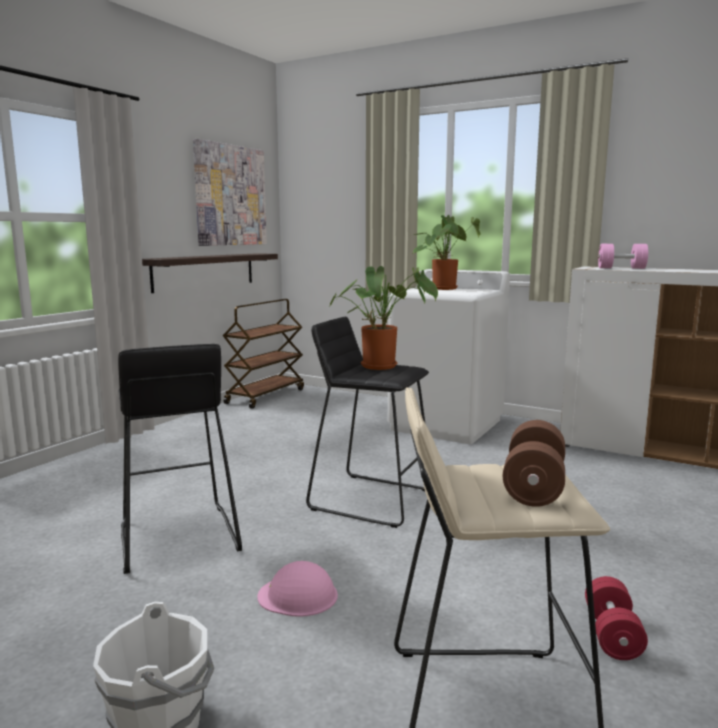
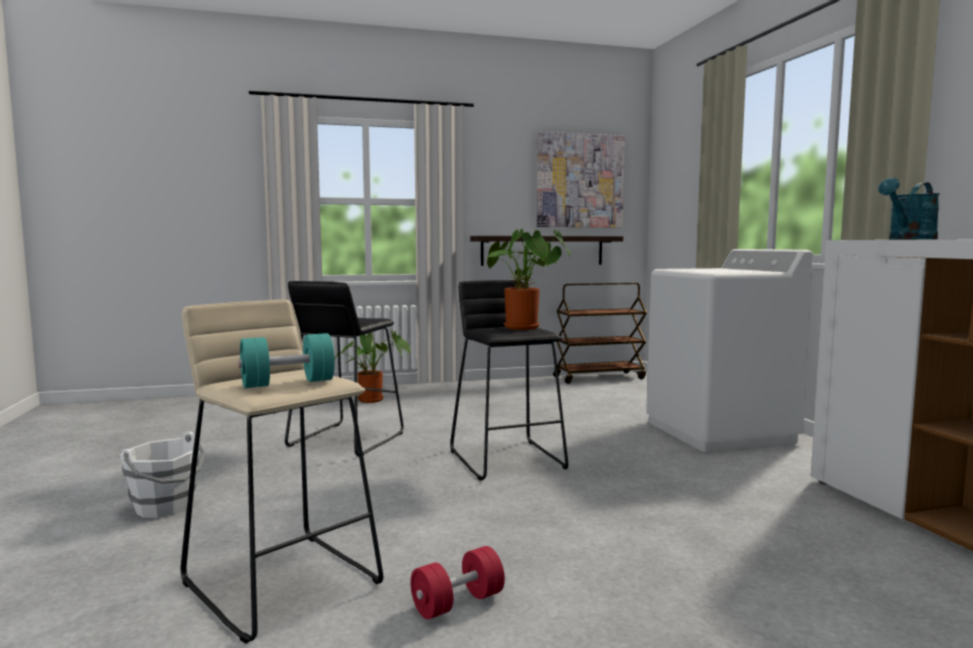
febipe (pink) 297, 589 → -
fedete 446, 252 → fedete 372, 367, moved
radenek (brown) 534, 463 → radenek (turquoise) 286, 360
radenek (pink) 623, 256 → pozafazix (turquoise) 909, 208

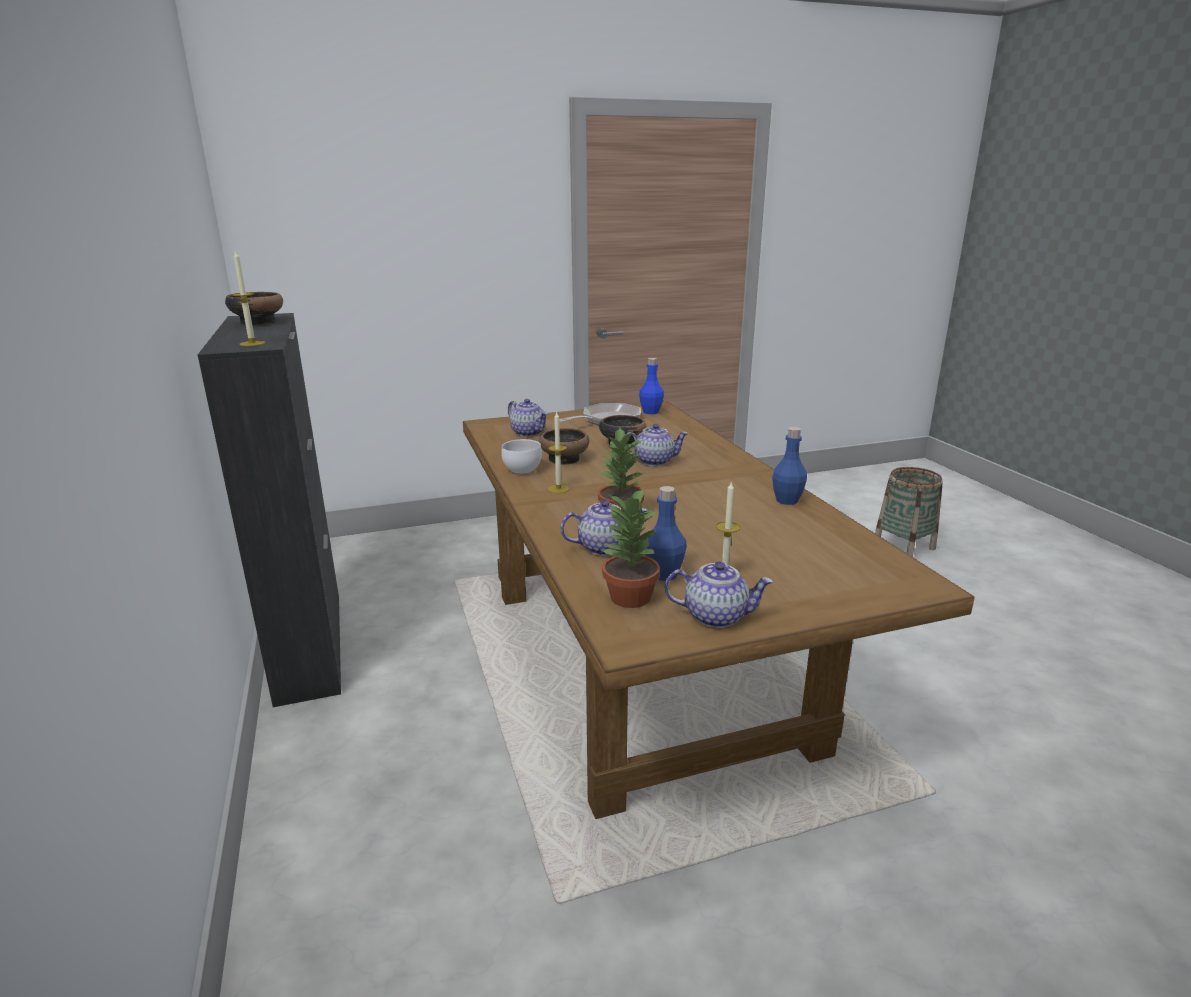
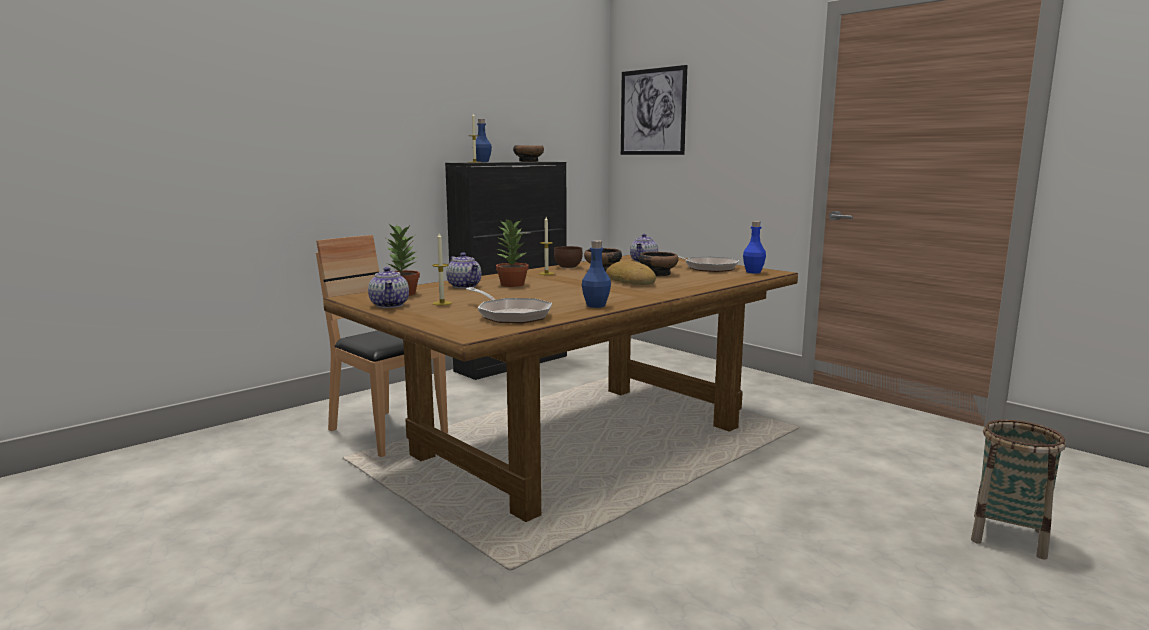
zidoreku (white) 521, 457 → zidoreku (brown) 568, 257
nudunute 657, 445 → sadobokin 631, 273
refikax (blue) 666, 533 → refikax (blue) 484, 140, moved
- → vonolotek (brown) 382, 346
- → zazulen 509, 305
- → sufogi 654, 110

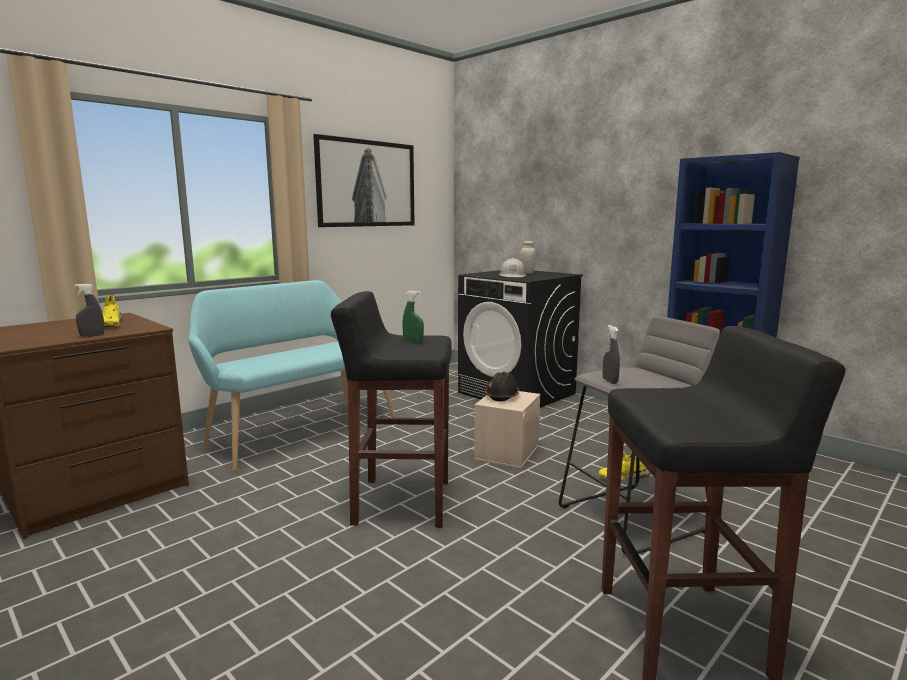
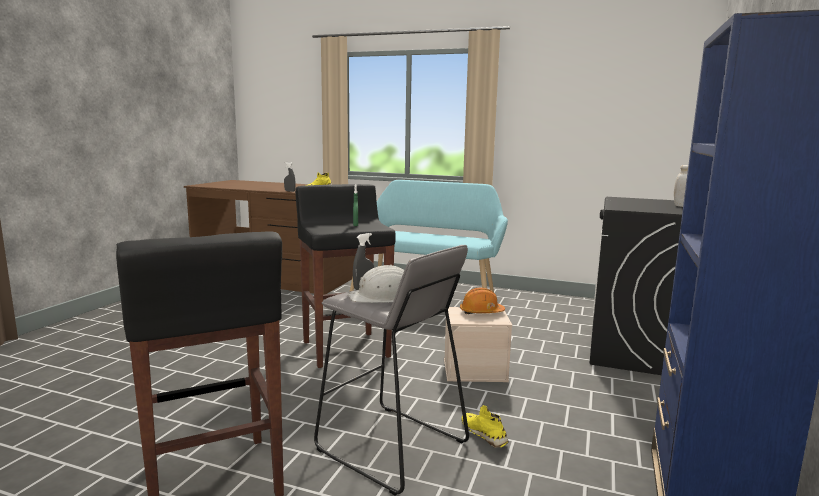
sufogi 364, 180 → -
febipe (black) 502, 386 → febipe (orange) 482, 301
febipe (white) 512, 267 → febipe (white) 376, 284, moved

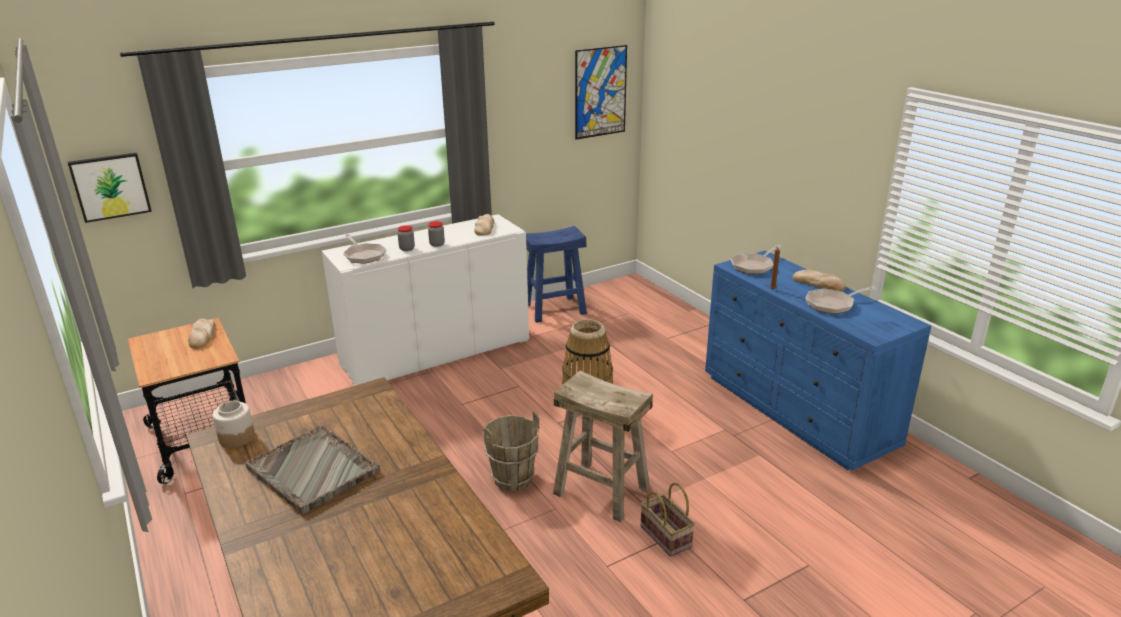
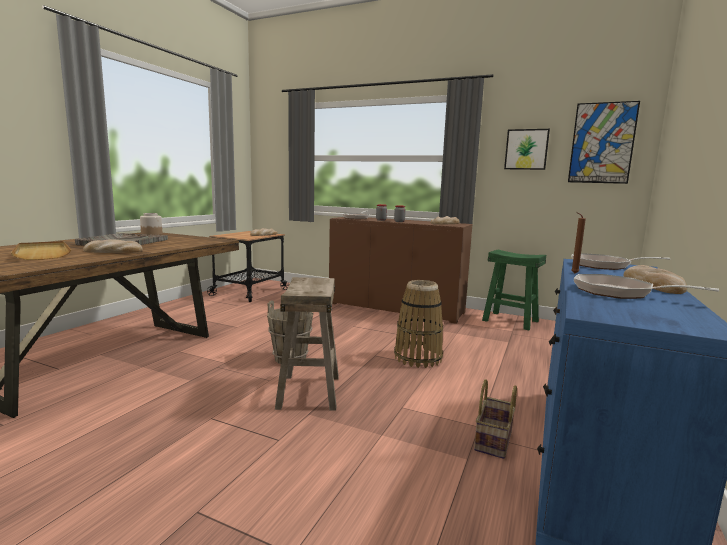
sufogi 110, 187 → sufogi 527, 149, moved
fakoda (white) 425, 300 → fakoda (brown) 401, 270
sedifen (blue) 556, 274 → sedifen (green) 514, 290
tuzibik 668, 520 → tuzibik 495, 419, moved
- → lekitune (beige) 41, 250
- → sadobokin 113, 246

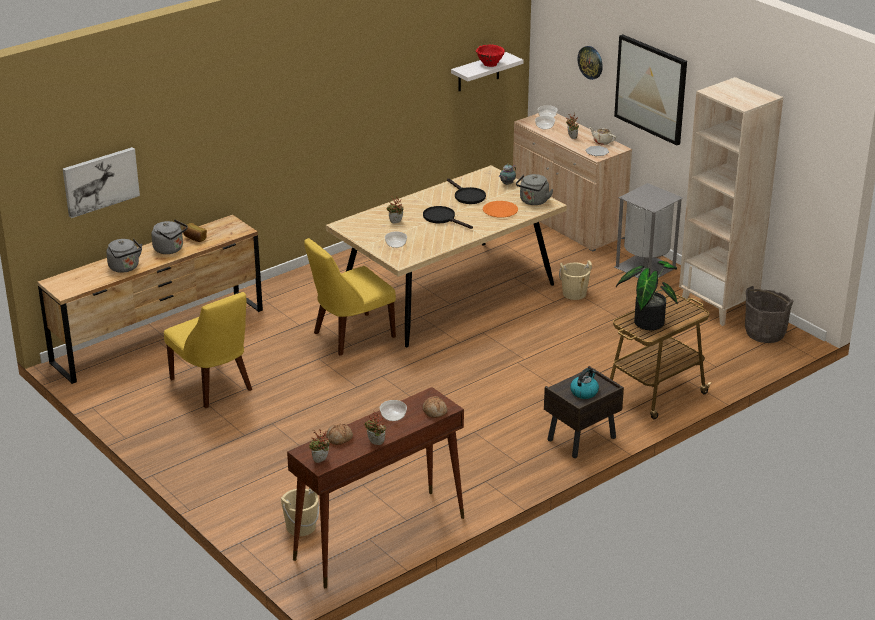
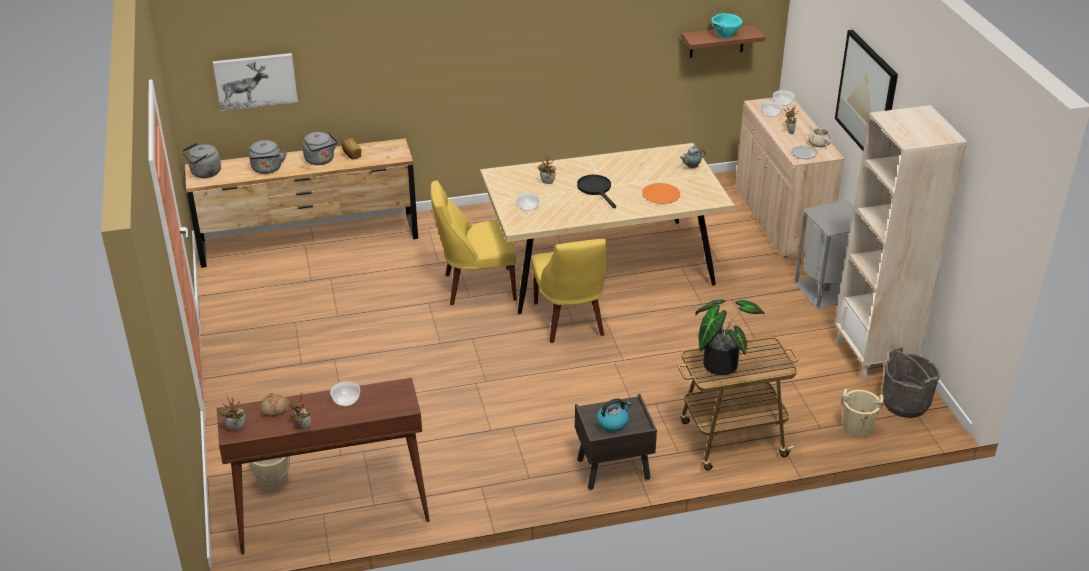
vonolotek (yellow) 208, 350 → vonolotek (yellow) 568, 291, moved
sadobokin 435, 407 → -
zazulen (black) 466, 191 → -
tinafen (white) 487, 71 → tinafen (brown) 723, 41
zidoreku (red) 490, 56 → zidoreku (turquoise) 727, 25
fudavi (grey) 535, 189 → fudavi (grey) 201, 160, moved
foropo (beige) 575, 280 → foropo (beige) 862, 412, moved
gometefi 590, 63 → -

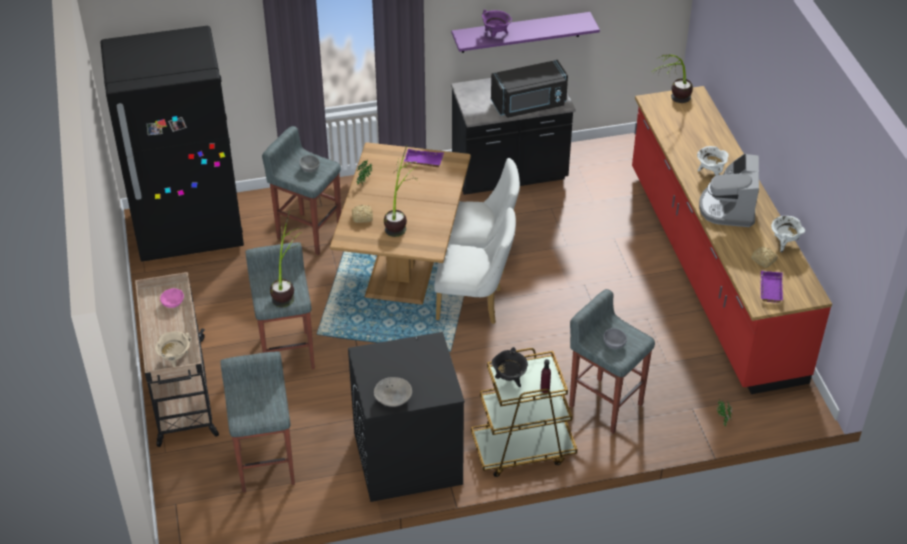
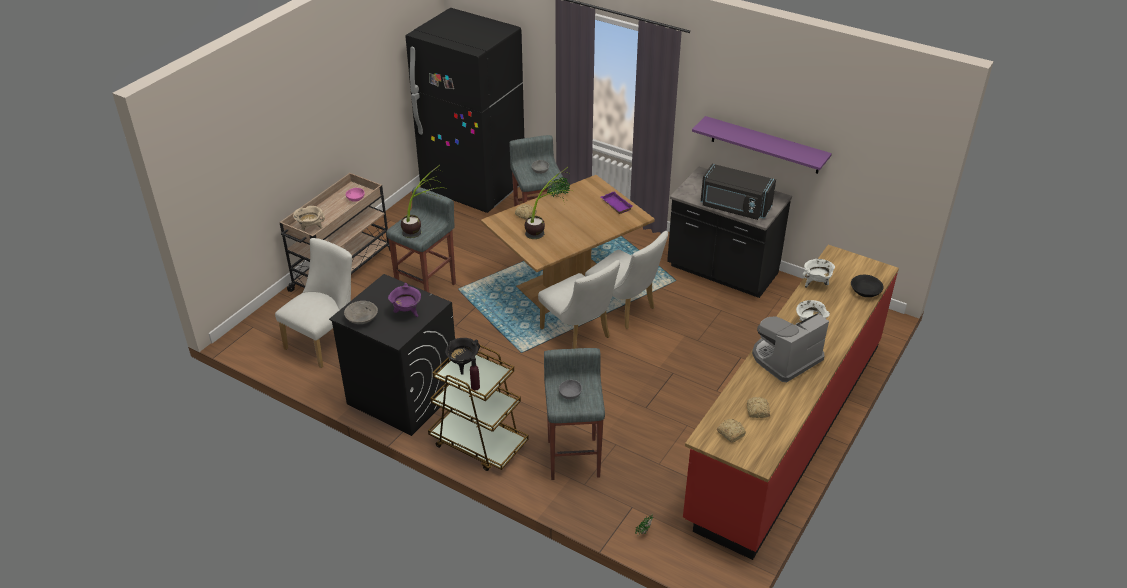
sedifen (grey) 257, 422 → vonolotek (white) 313, 303
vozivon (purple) 497, 23 → vozivon (purple) 404, 300, moved
fedete 673, 78 → -
lekitune (purple) 772, 287 → sadobokin 731, 430
vozivon (white) 788, 234 → vozivon (white) 818, 273, moved
- → zidoreku (black) 867, 286

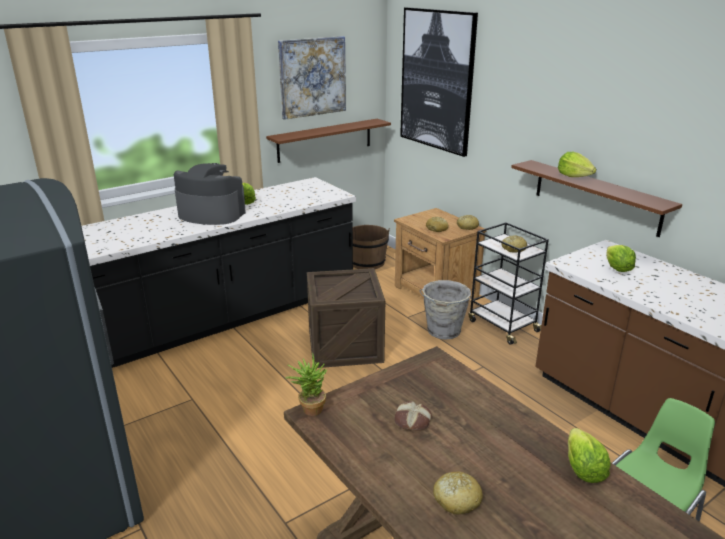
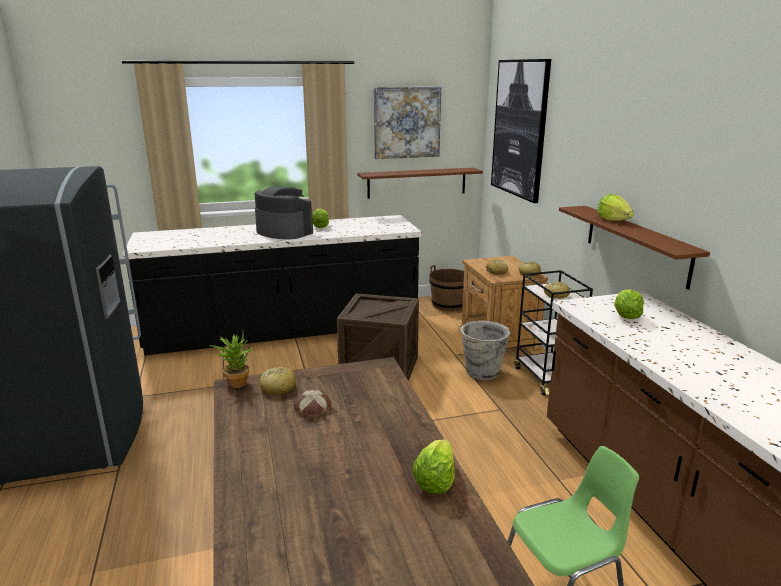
sadobokin 458, 493 → sadobokin 278, 381, moved

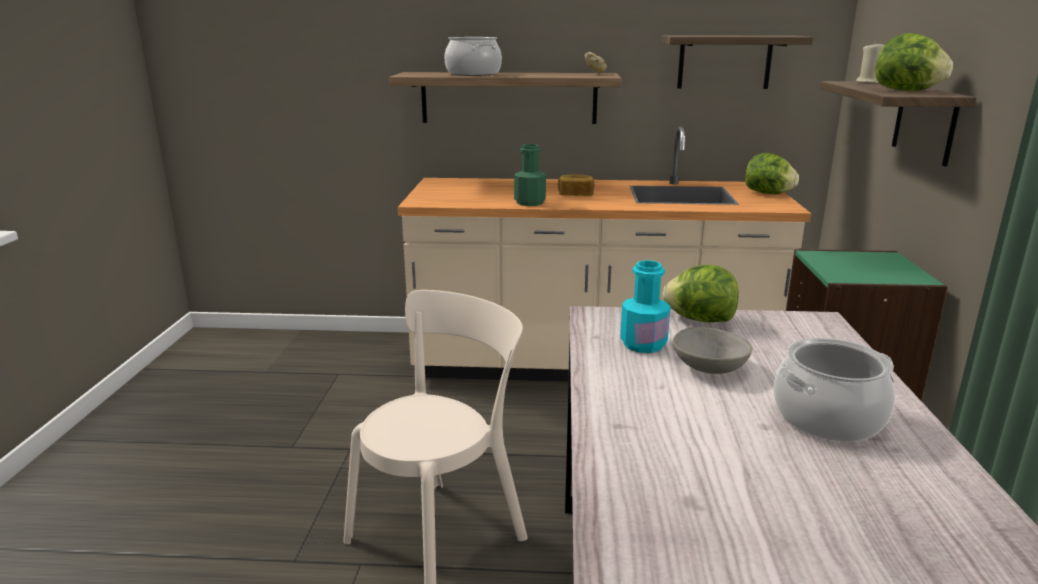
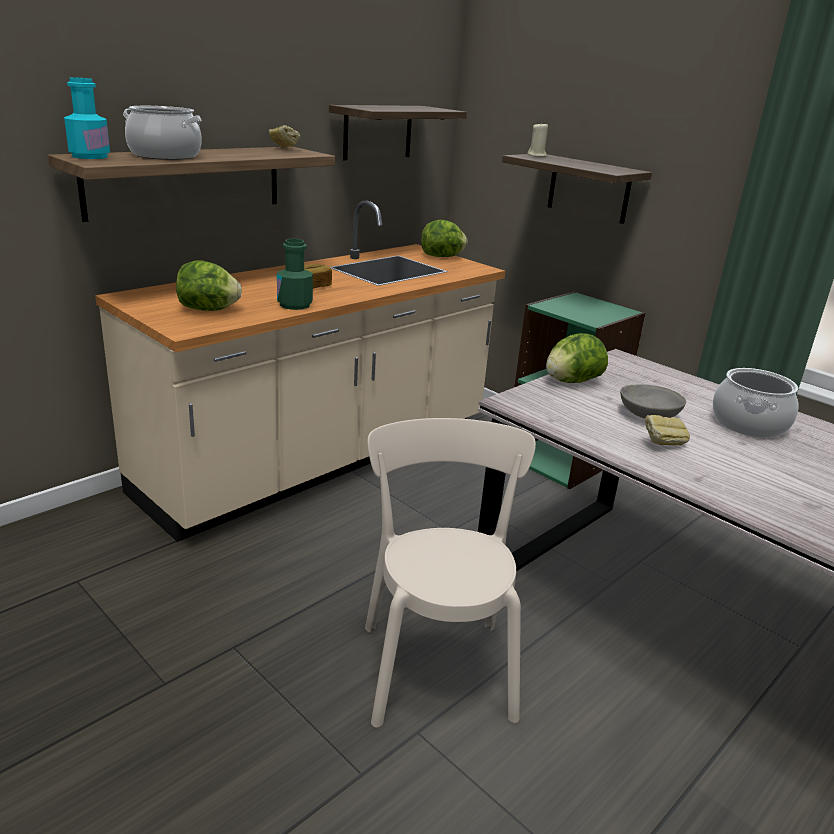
refikax (turquoise) 645, 306 → refikax (turquoise) 87, 118, moved
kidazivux 914, 62 → kidazivux 209, 286, moved
- → sadobokin 667, 430

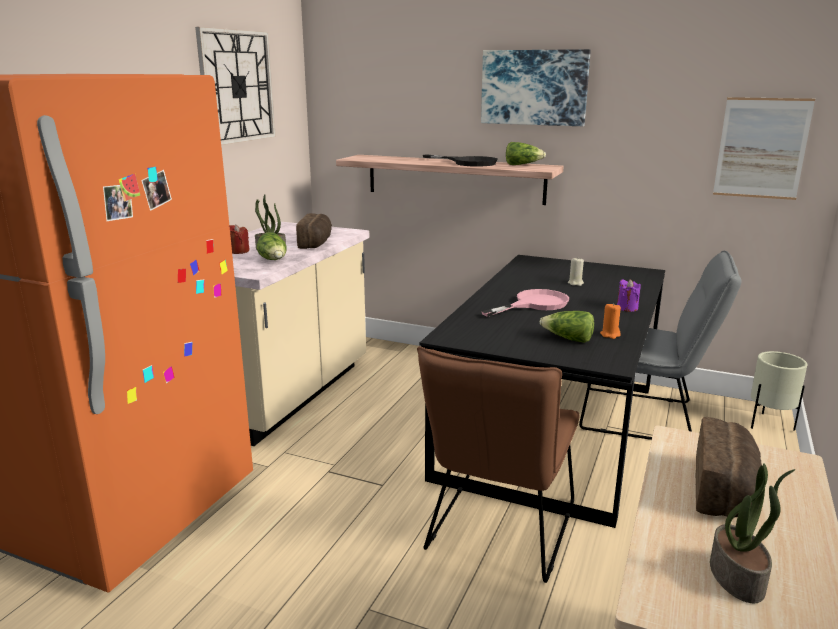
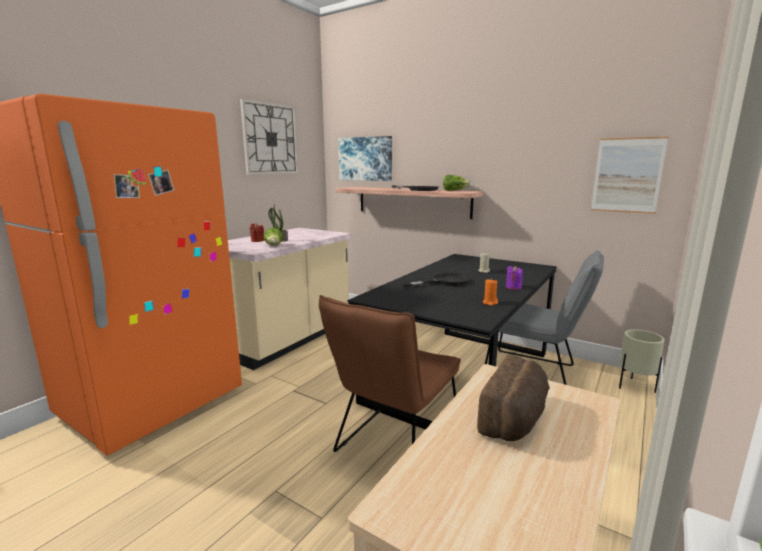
sadobokin 314, 231 → -
sufogi 536, 87 → sufogi 365, 158, moved
zazulen (pink) 525, 303 → zazulen (black) 436, 279
kidazivux 567, 327 → -
fedete 752, 533 → -

